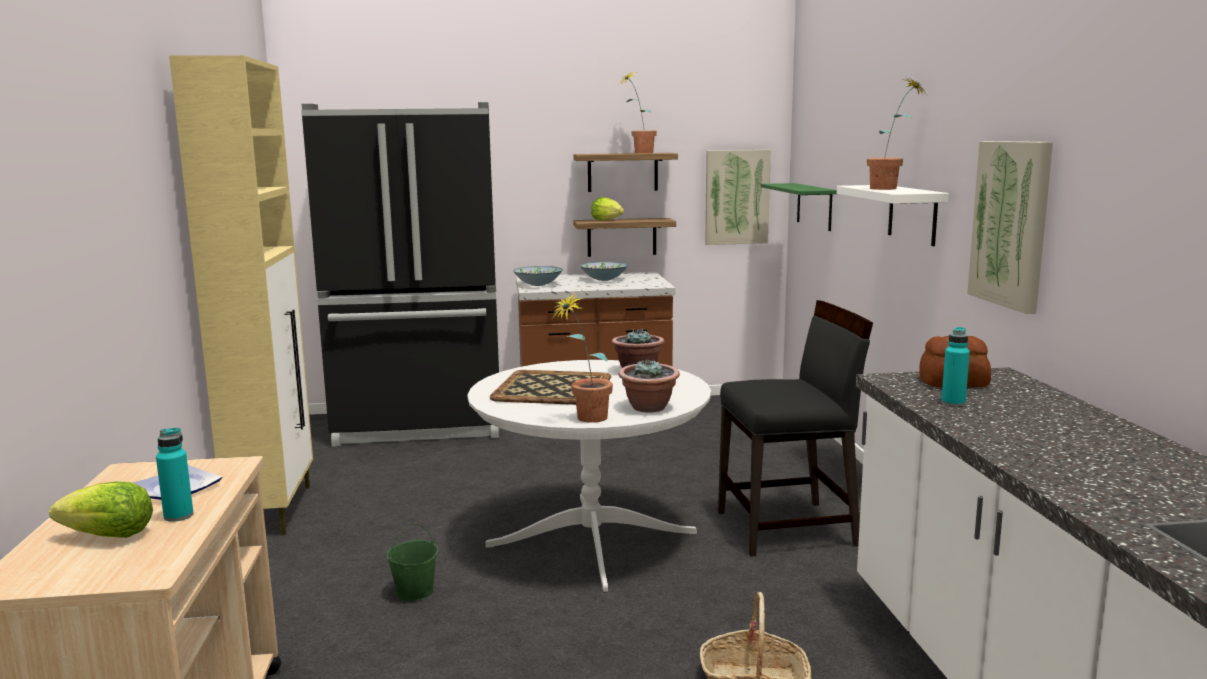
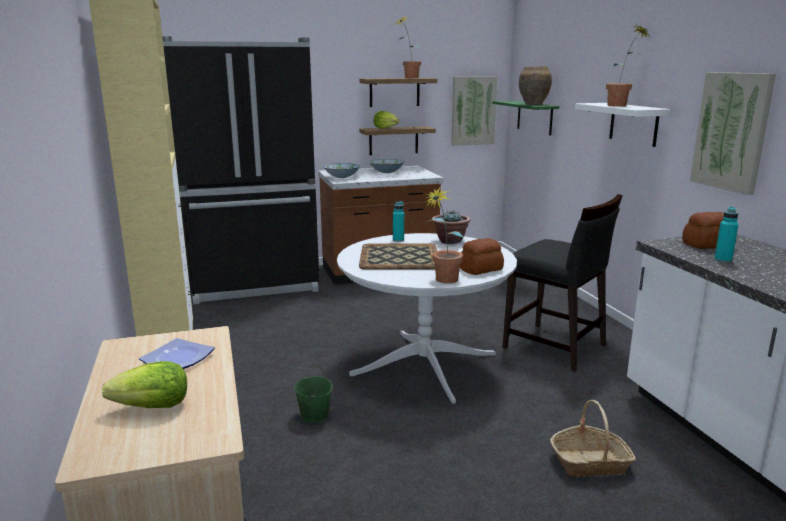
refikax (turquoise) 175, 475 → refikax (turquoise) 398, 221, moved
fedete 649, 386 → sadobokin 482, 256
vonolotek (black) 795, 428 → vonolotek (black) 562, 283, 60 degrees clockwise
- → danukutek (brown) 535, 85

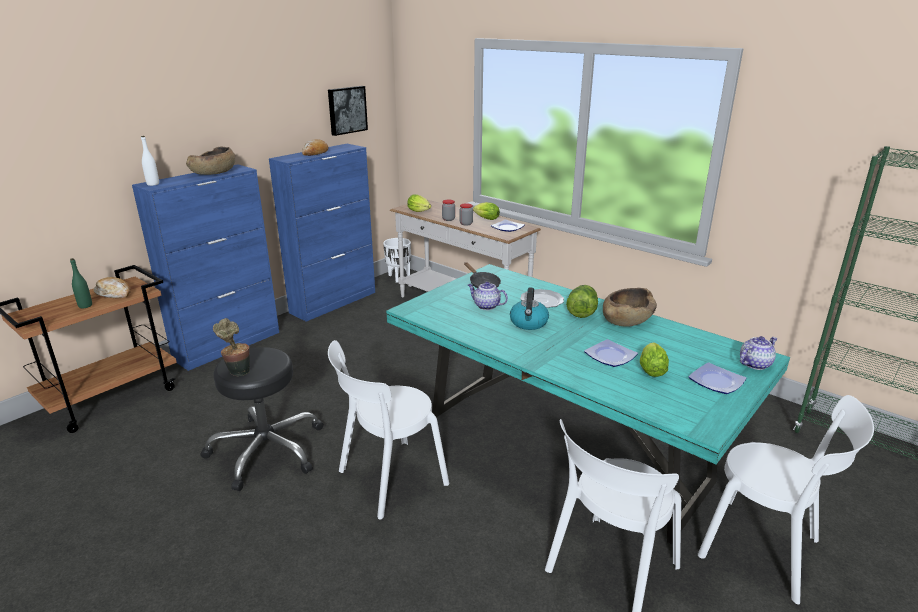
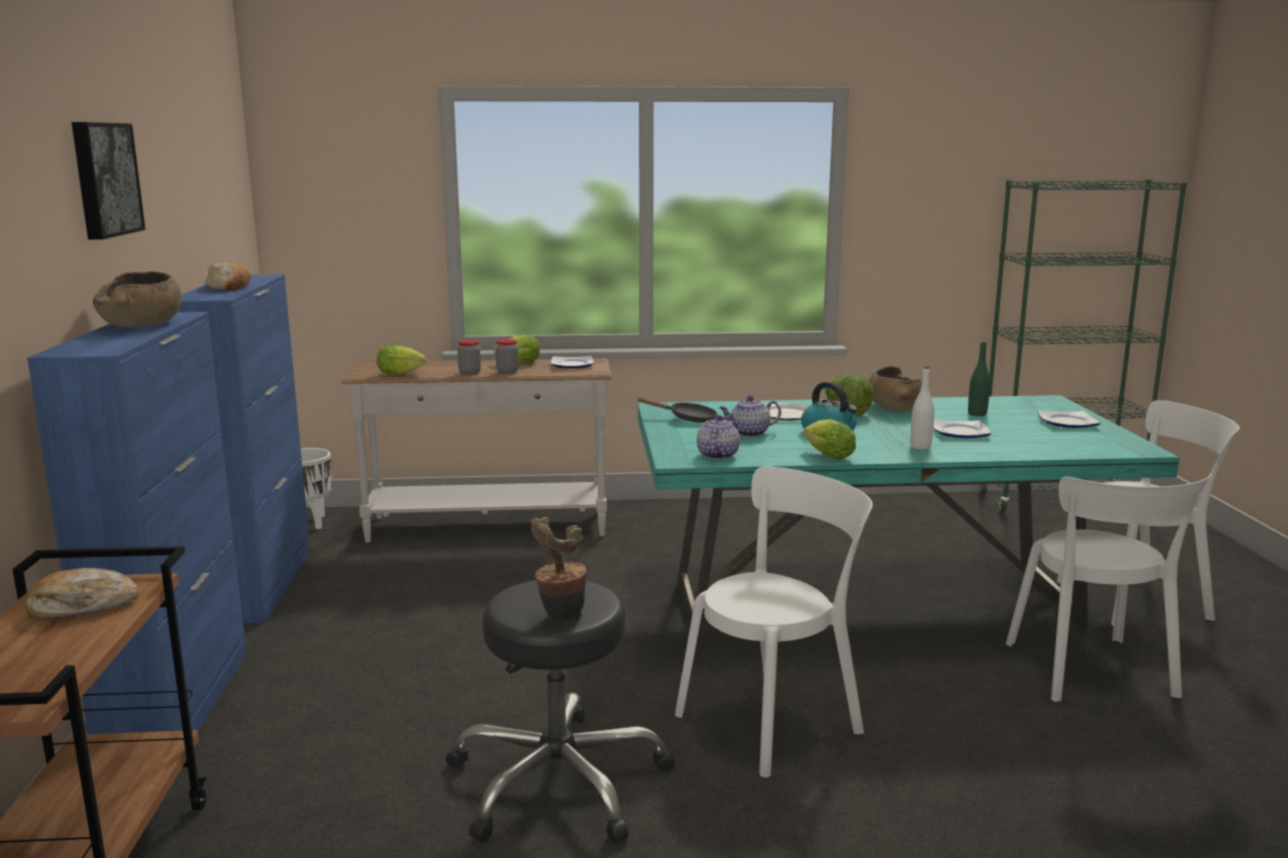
refikax (green) 81, 283 → refikax (green) 979, 379, moved
refikax (white) 150, 161 → refikax (white) 922, 407, moved
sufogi 348, 111 → sufogi 109, 181, moved
vonolotek (white) 388, 430 → vonolotek (white) 774, 621, 135 degrees counterclockwise
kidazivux 654, 360 → kidazivux 829, 439, moved
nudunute 758, 353 → nudunute 718, 437, moved

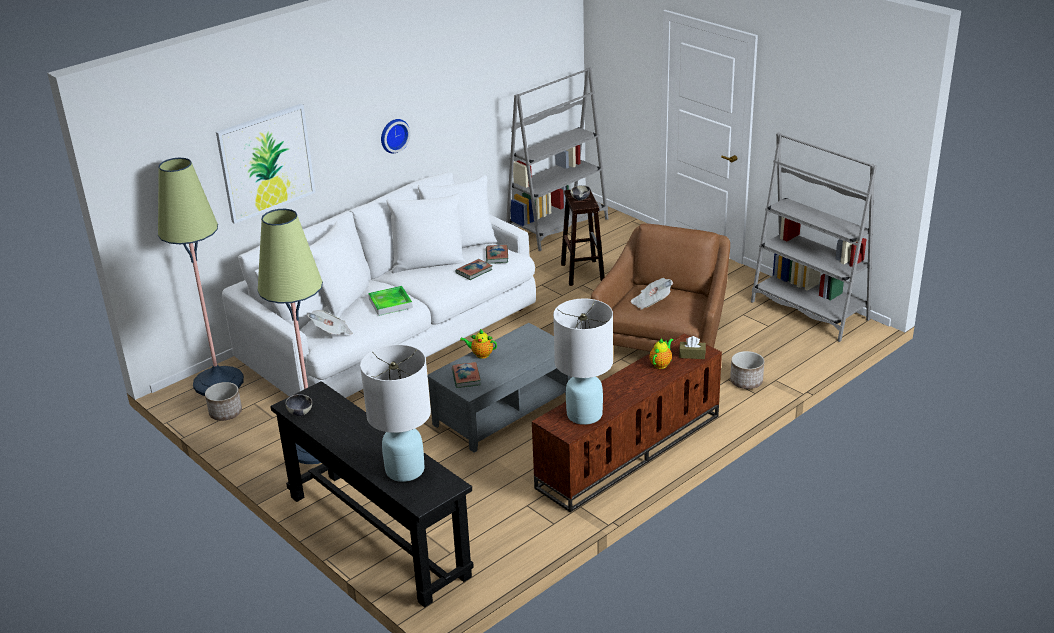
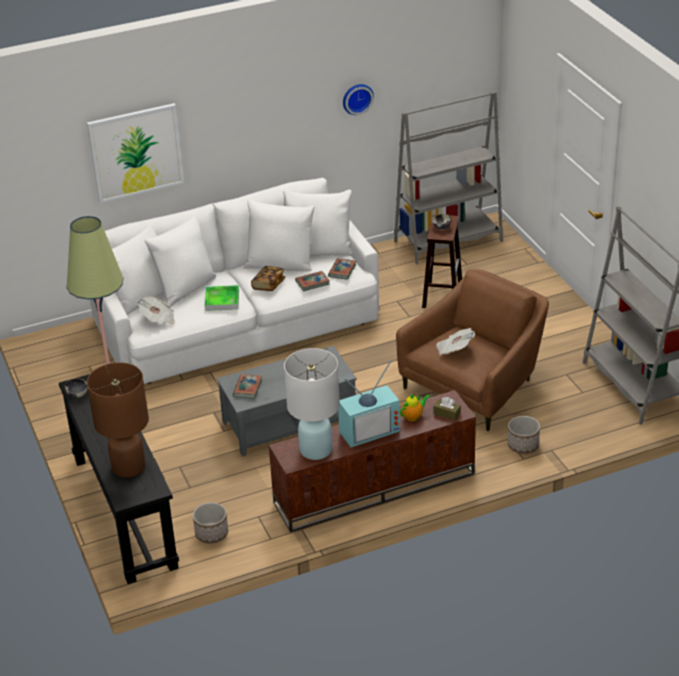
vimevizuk 201, 277 → -
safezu 223, 401 → safezu 210, 522, moved
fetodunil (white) 395, 413 → fetodunil (brown) 118, 420
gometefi 395, 136 → gometefi 358, 99, moved
nudunute 478, 344 → -
- → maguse 268, 278
- → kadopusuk 369, 404

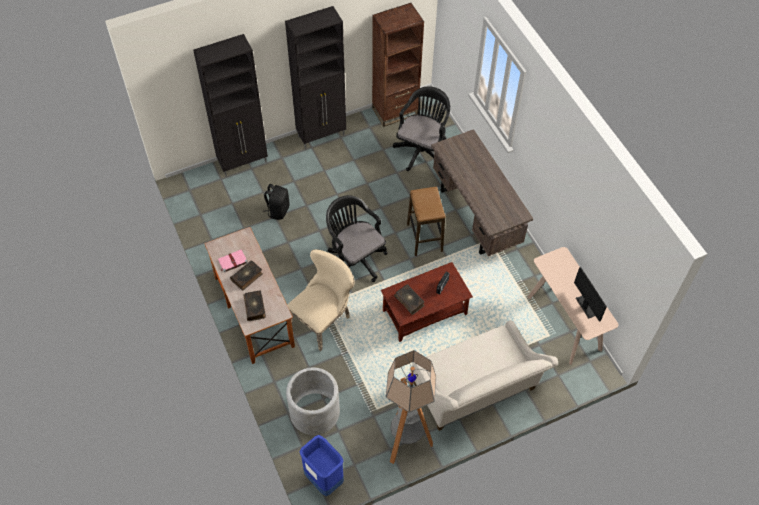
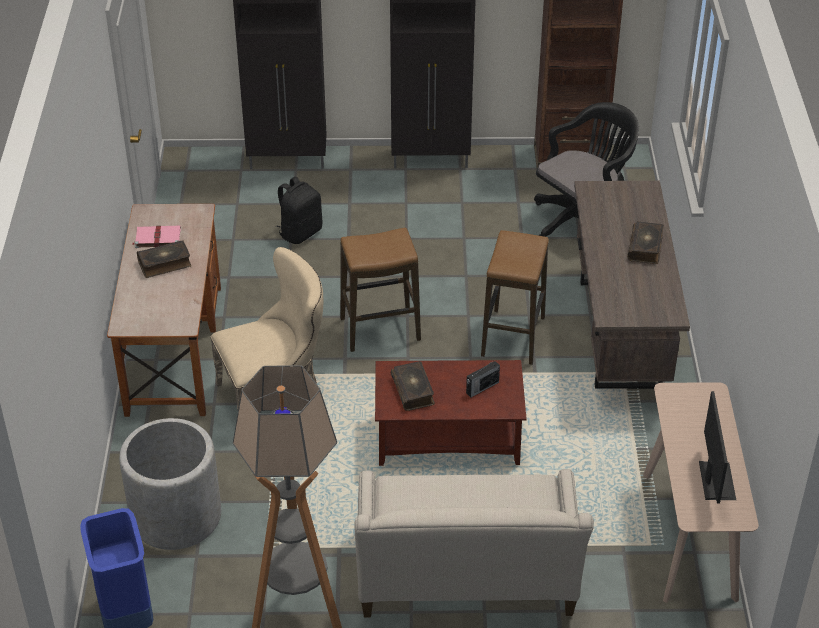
maguse 254, 305 → maguse 645, 242, moved
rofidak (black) 356, 238 → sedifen 380, 290

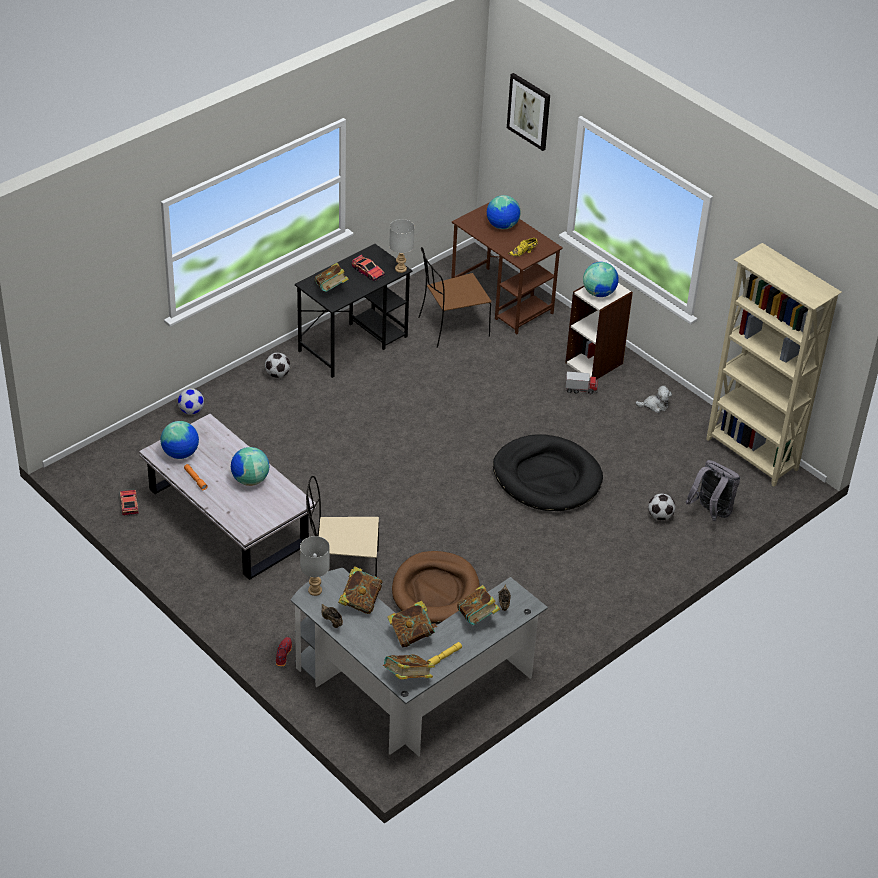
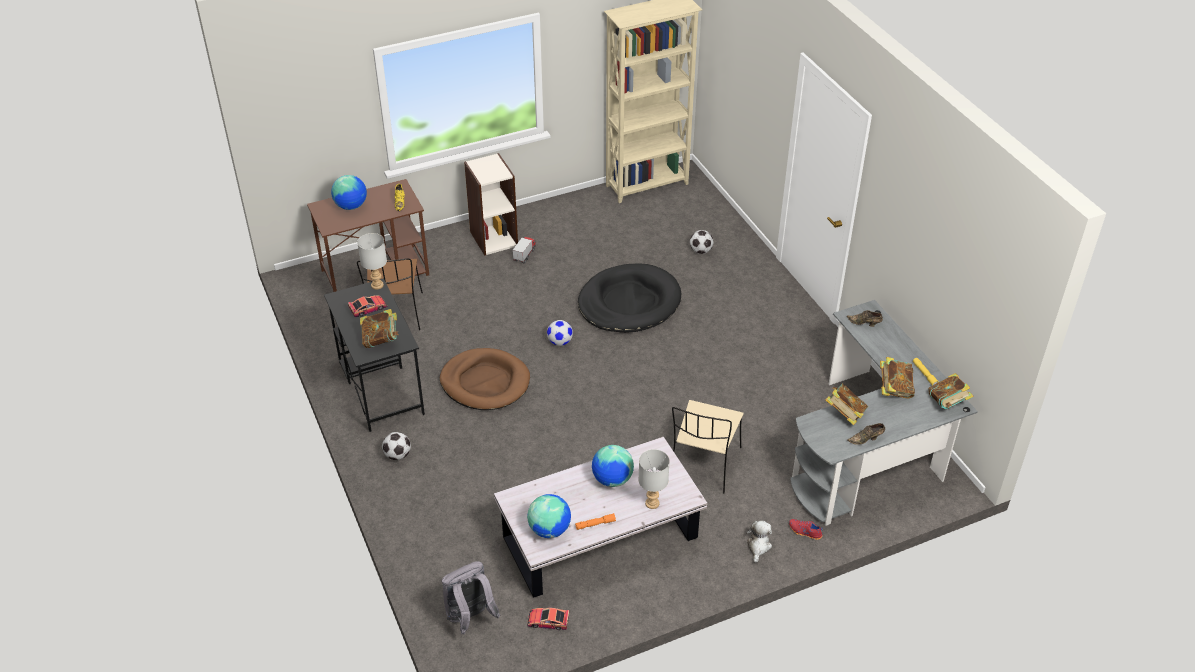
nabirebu 191, 401 → nabirebu 560, 333, moved
fetodunil (grey) 315, 566 → fetodunil (grey) 654, 479, moved
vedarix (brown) 436, 587 → vedarix (brown) 485, 379, moved
maguse 478, 605 → -
sufogi 528, 112 → -
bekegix 601, 279 → -
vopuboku 653, 399 → vopuboku 759, 541, moved
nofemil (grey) 713, 490 → nofemil (grey) 471, 597, moved

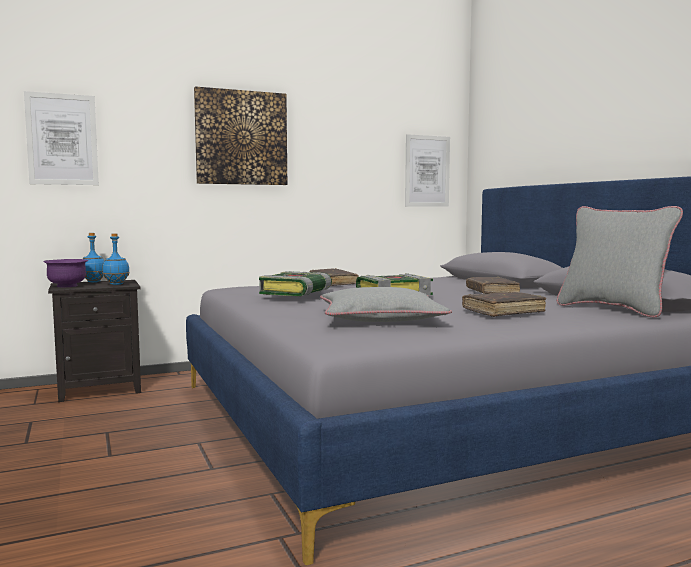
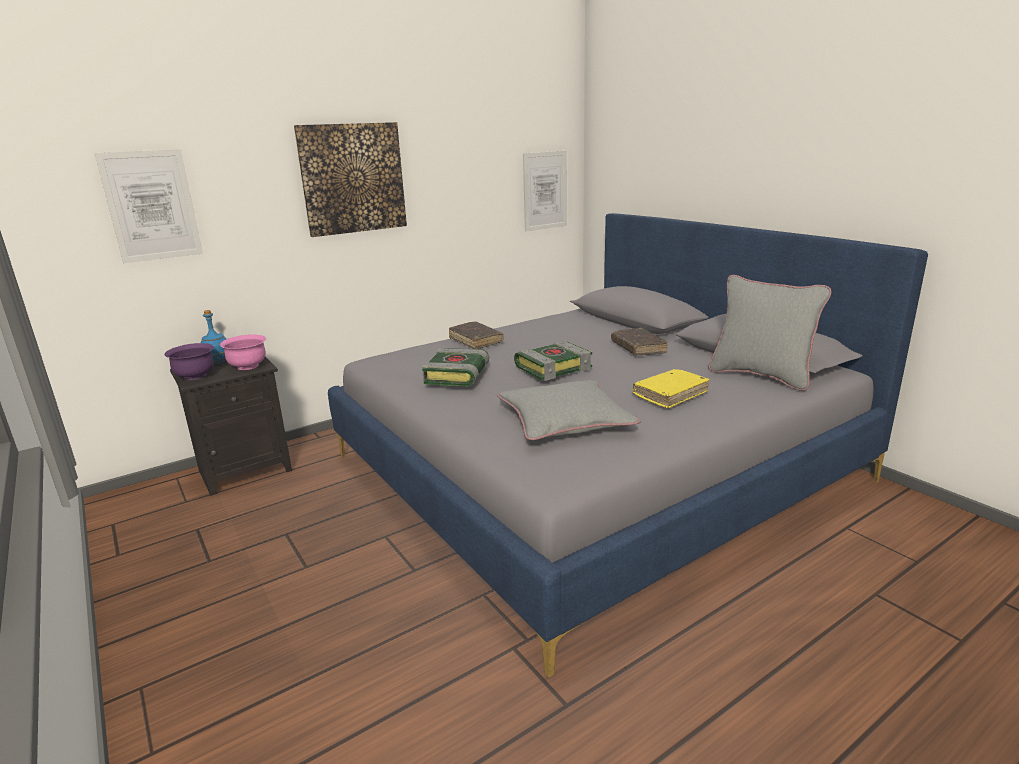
refikax (blue) 116, 259 → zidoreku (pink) 243, 352
maguse (brown) 504, 304 → maguse (yellow) 671, 388

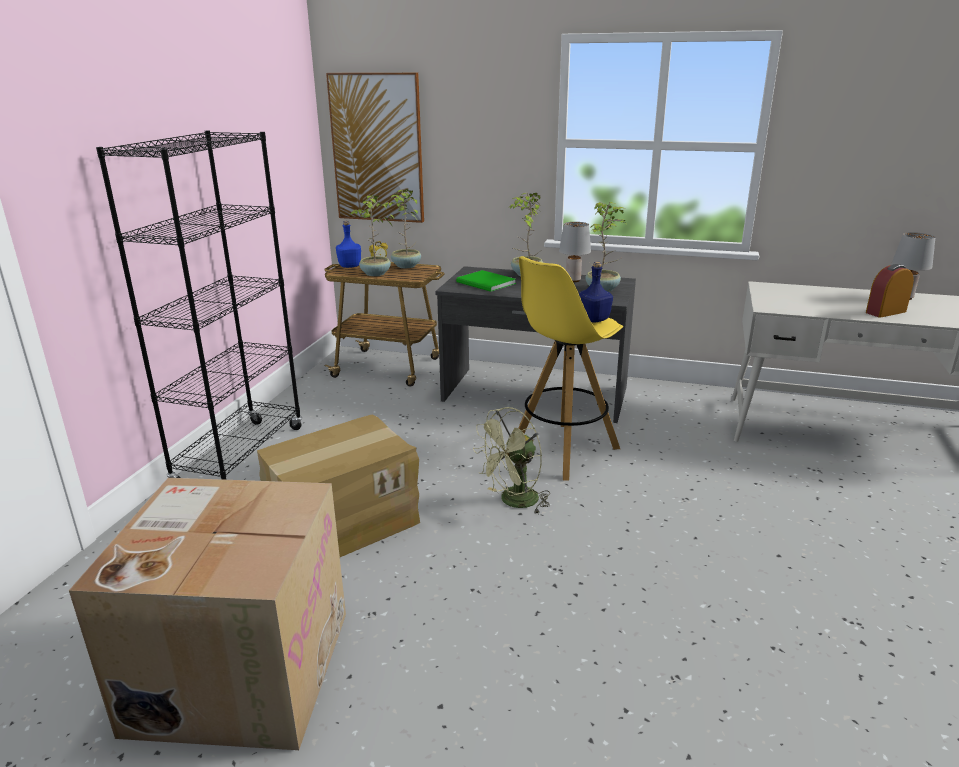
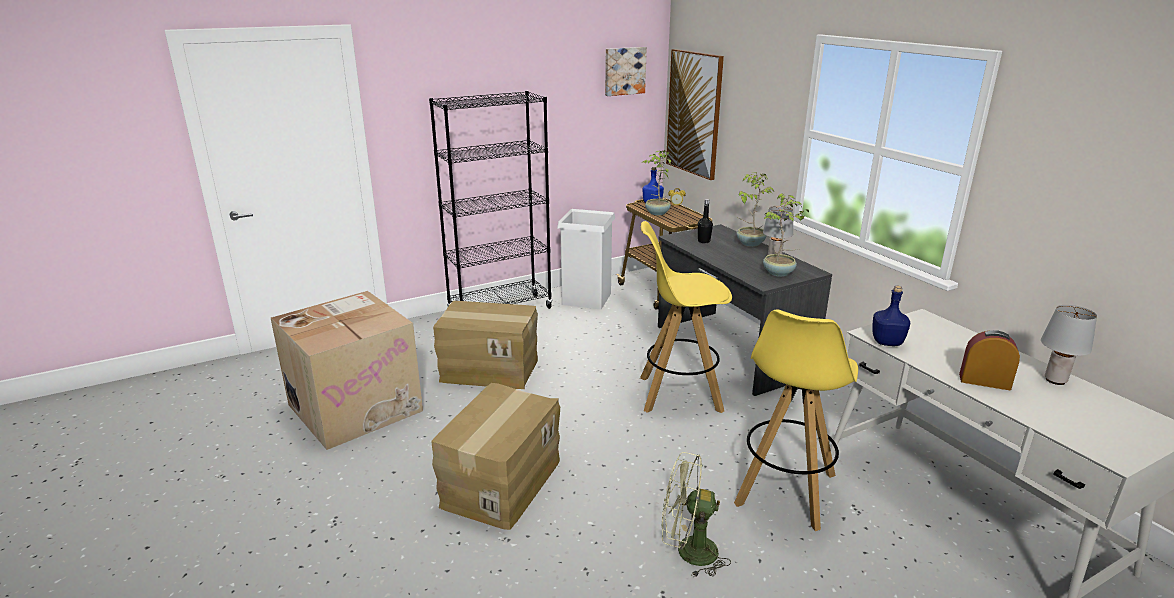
fedete 401, 228 → -
maguse (green) 486, 281 → refikax (black) 705, 221
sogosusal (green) 511, 460 → sogosusal (green) 696, 515, moved
refikax (blue) 596, 292 → refikax (blue) 891, 316, moved
- → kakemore 495, 456
- → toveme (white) 586, 259
- → sufogi 626, 71
- → sedifen (yellow) 796, 420

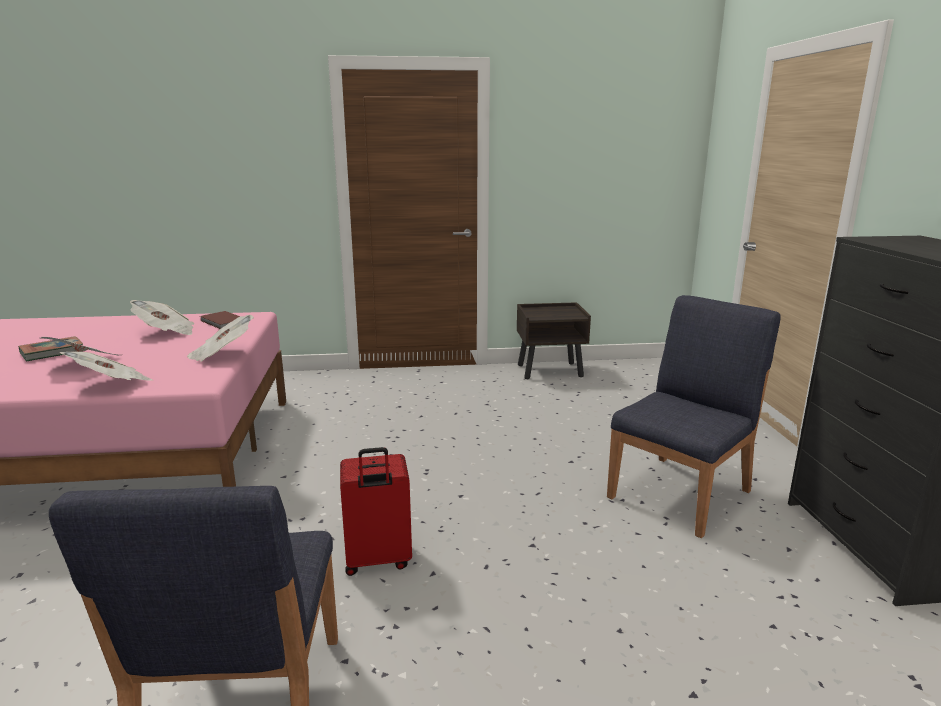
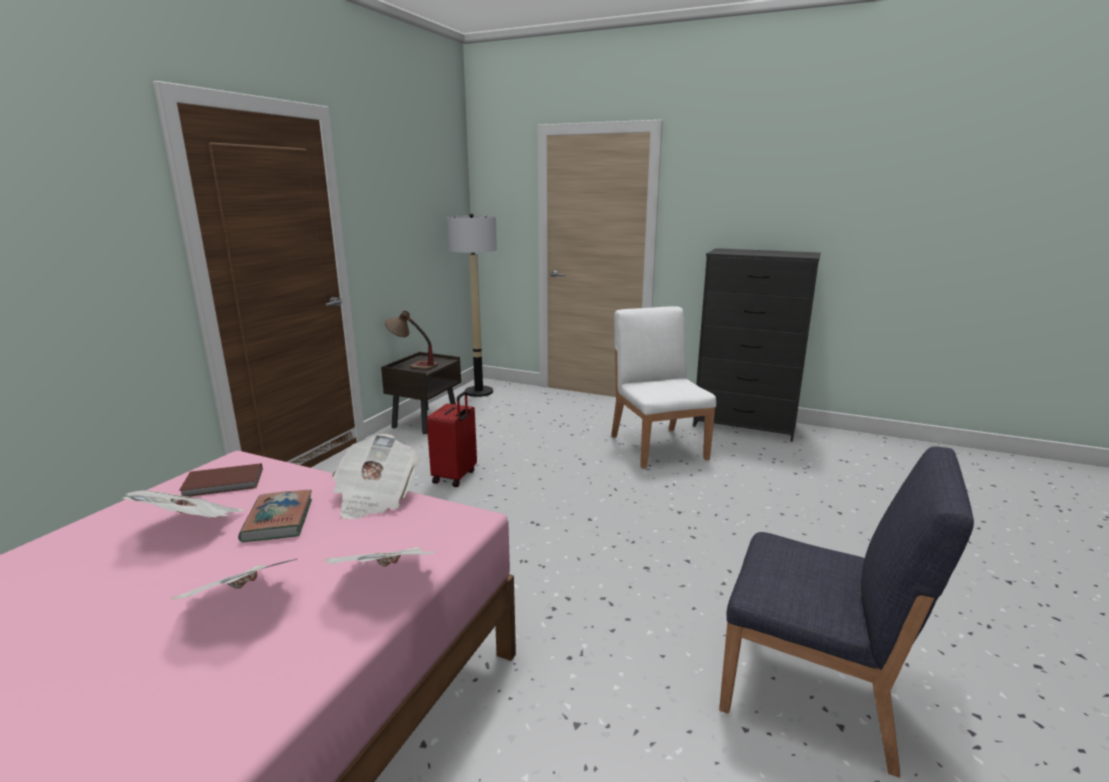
maguse 50, 349 → maguse 275, 516, moved
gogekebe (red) 376, 511 → gogekebe (red) 452, 439, moved
vonolotek (blue) 694, 416 → vonolotek (white) 663, 387
- → fetodunil 411, 340
- → vimevizuk 472, 305

